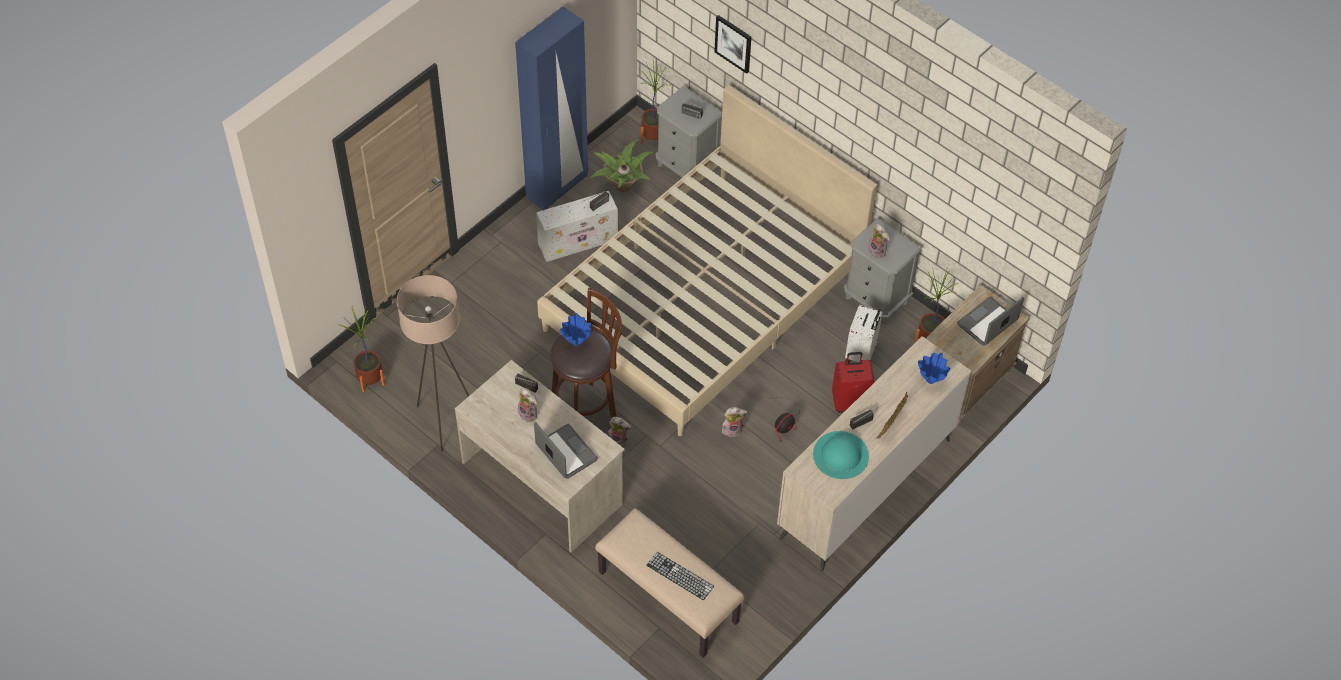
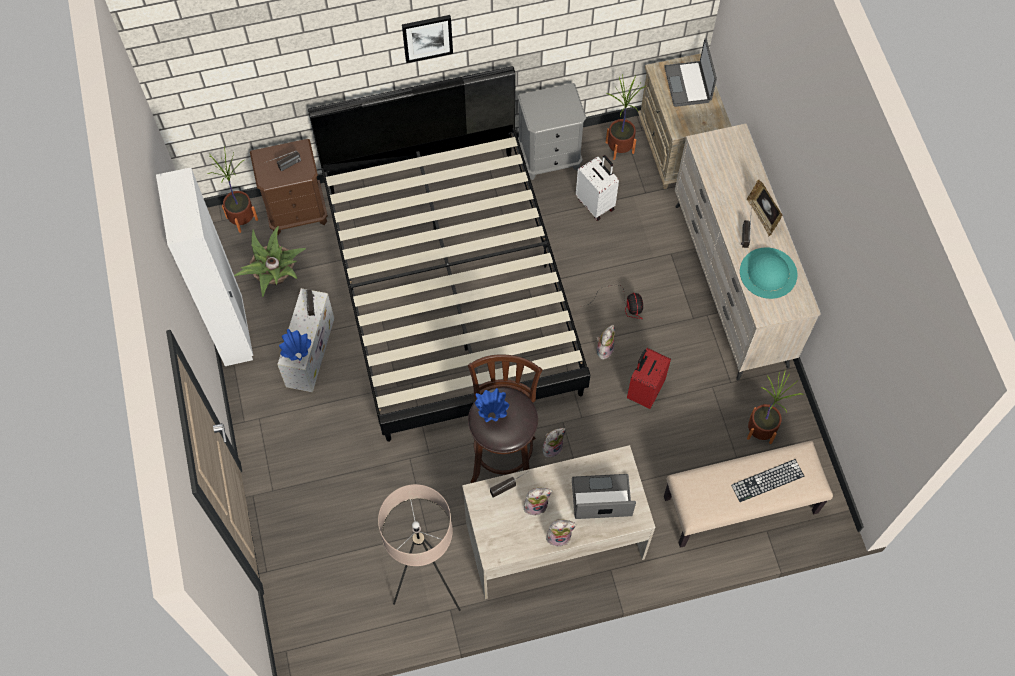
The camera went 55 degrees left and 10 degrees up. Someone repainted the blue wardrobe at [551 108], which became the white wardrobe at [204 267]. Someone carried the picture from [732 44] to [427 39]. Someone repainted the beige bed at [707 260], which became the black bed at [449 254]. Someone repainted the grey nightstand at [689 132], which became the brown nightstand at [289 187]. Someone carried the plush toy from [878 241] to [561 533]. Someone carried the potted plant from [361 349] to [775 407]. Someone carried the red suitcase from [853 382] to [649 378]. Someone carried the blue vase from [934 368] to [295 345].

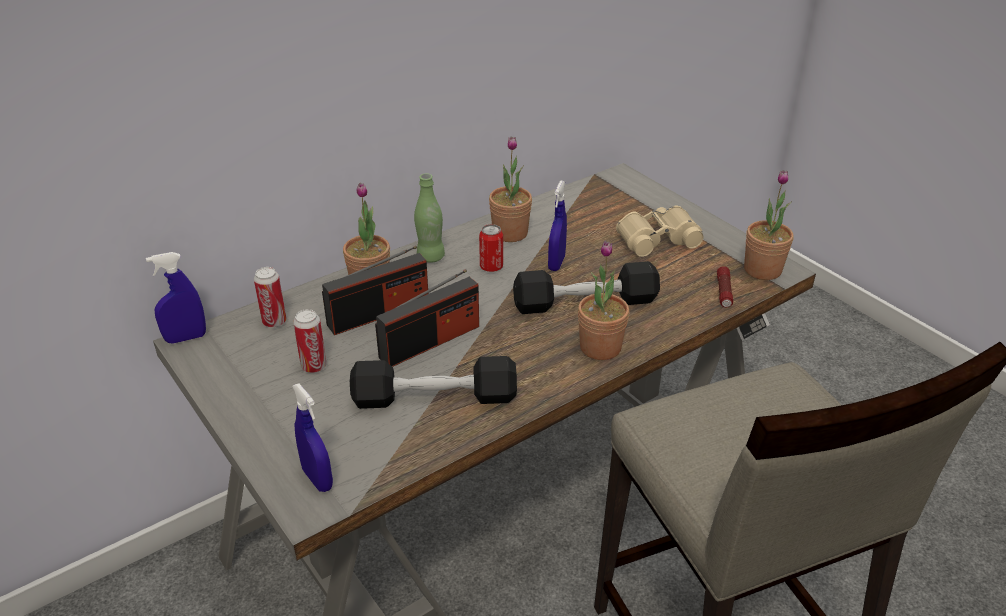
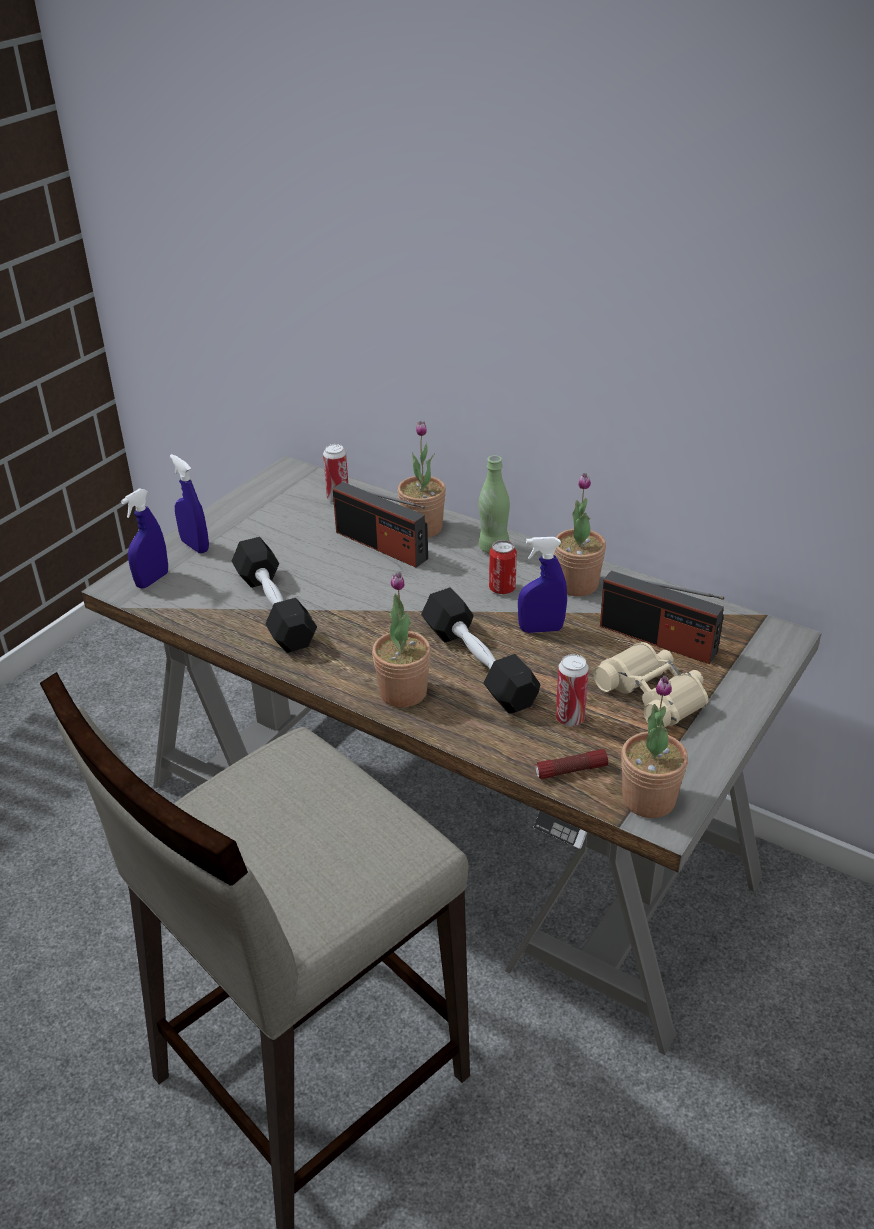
The camera went 70 degrees right and 0 degrees up. Someone carried the blue spray bottle from [176 298] to [189 503]. Someone carried the radio from [427 318] to [662 617]. Someone carried the can from [310 341] to [572 690].

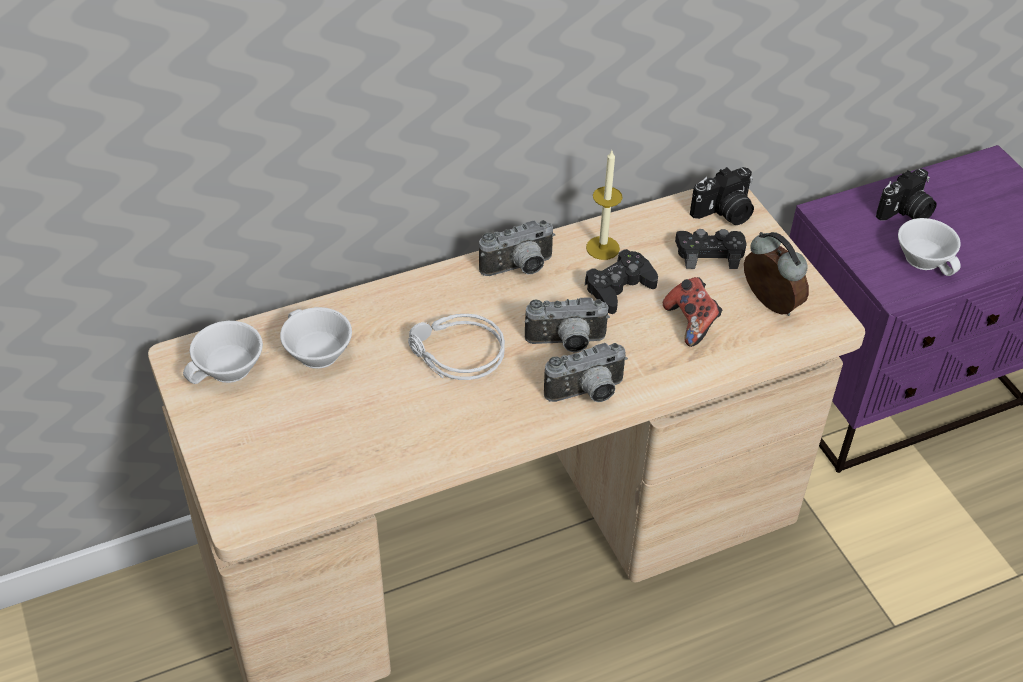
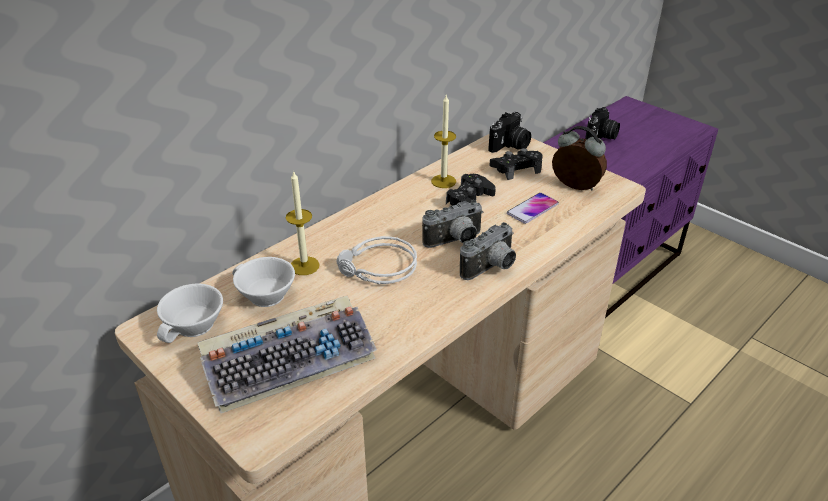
The camera went 20 degrees left and 10 degrees down. Someone took away the white cup at [929 247]. Someone took away the photo camera at [517 248]. Someone swapped the game controller at [692 312] for the phone at [533 208]. Someone put down the candle at [303 222]. Someone put down the keyboard at [287 354].

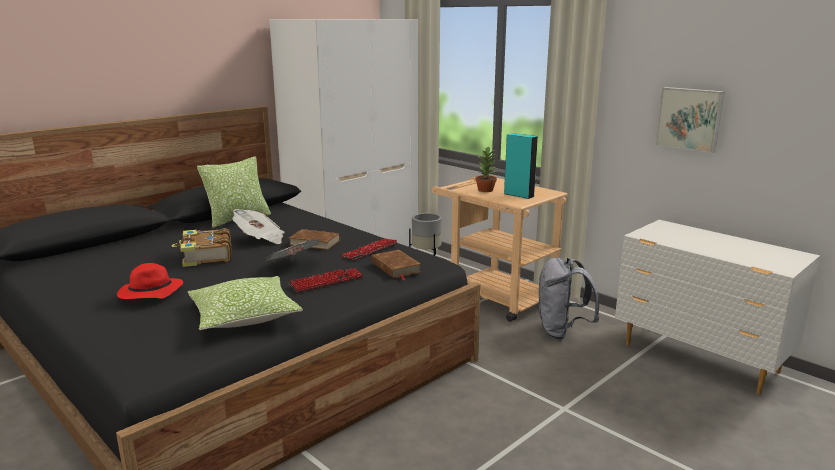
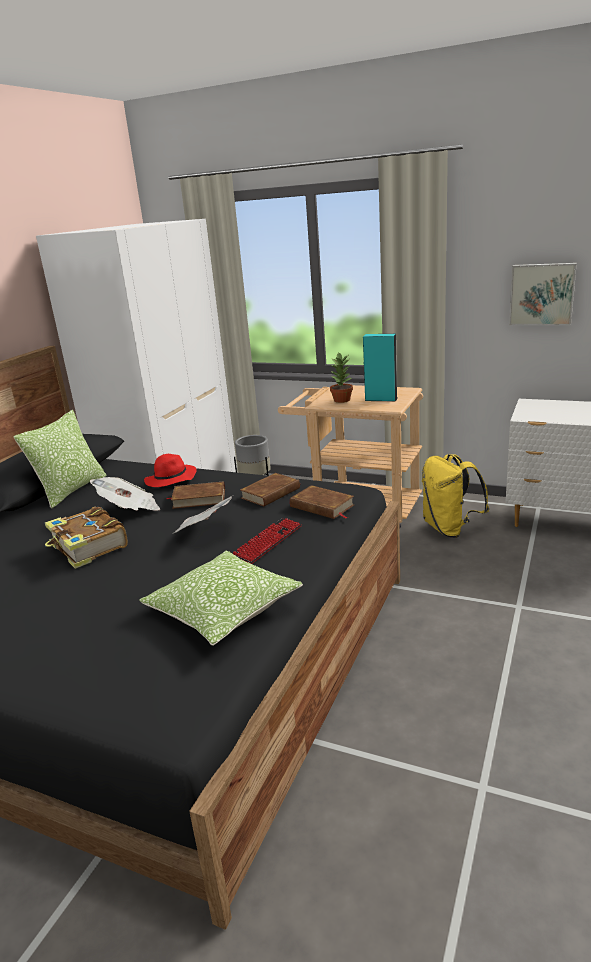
The camera went 20 degrees left and 5 degrees up. Someone swapped the keyboard at [369 249] for the brown book at [270 490]. Someone repainted the grey backpack at [568 298], which became the yellow backpack at [455 496]. Someone carried the red hat from [150 281] to [170 470].

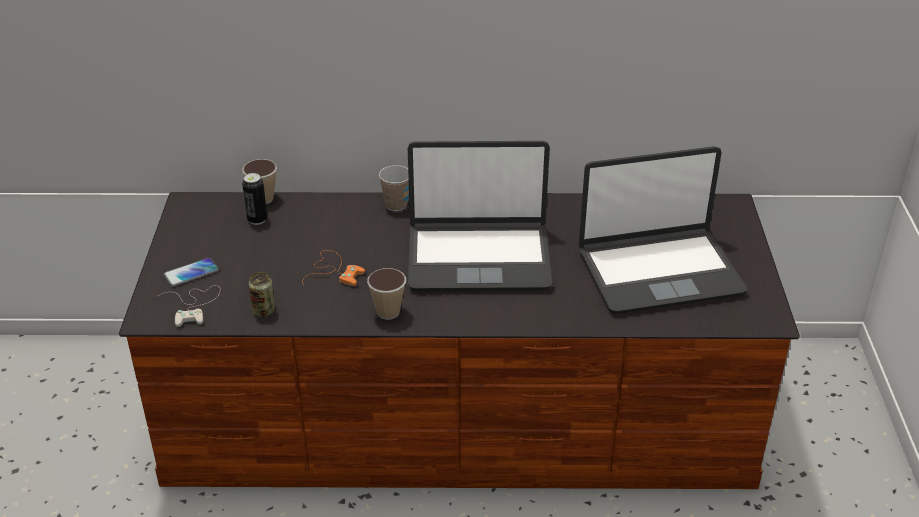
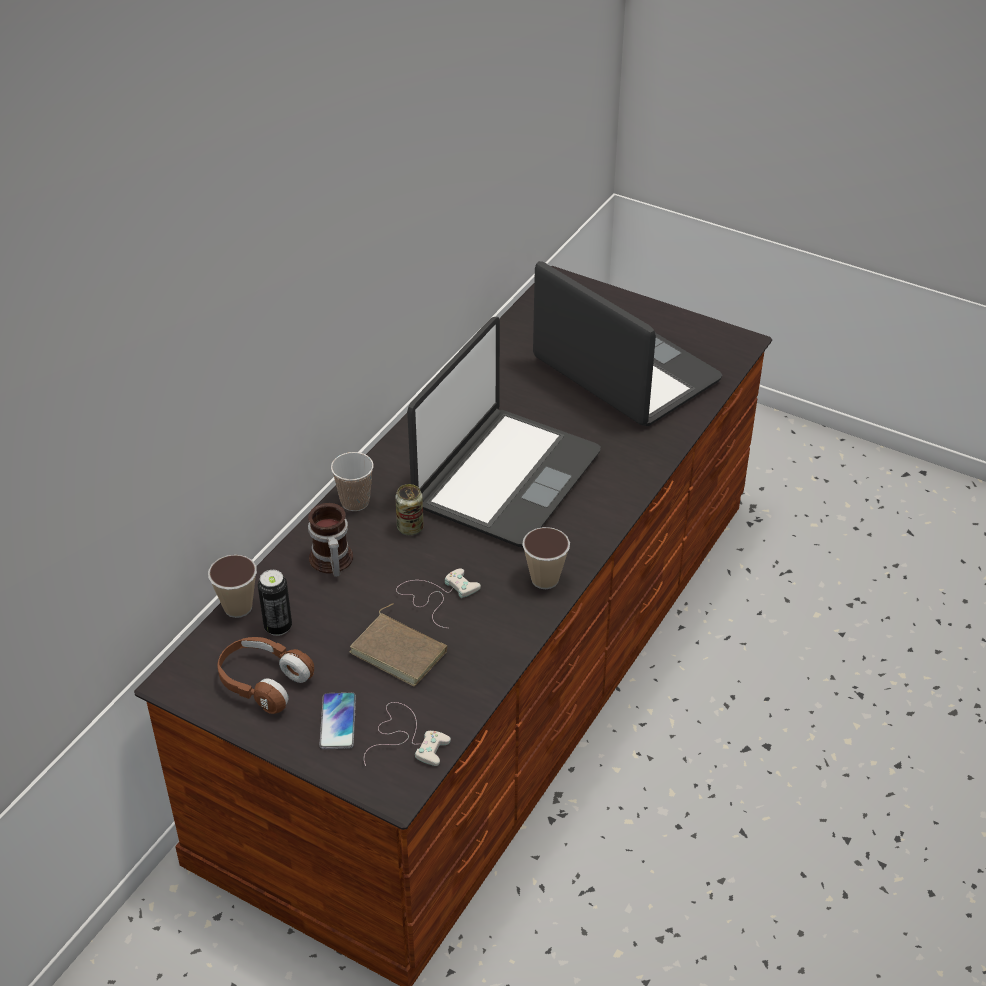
The camera went 60 degrees left and 5 degrees up. Someone rotated the laptop at [663 230] by 60 degrees counterclockwise. Someone repainted the orange game controller at [333 268], which became the white game controller at [438 598]. Someone carried the can from [262 294] to [409 509]. Someone put down the mug at [330 540]. Someone put down the brown book at [398 645]. Someone put down the brown headphones at [265 675].

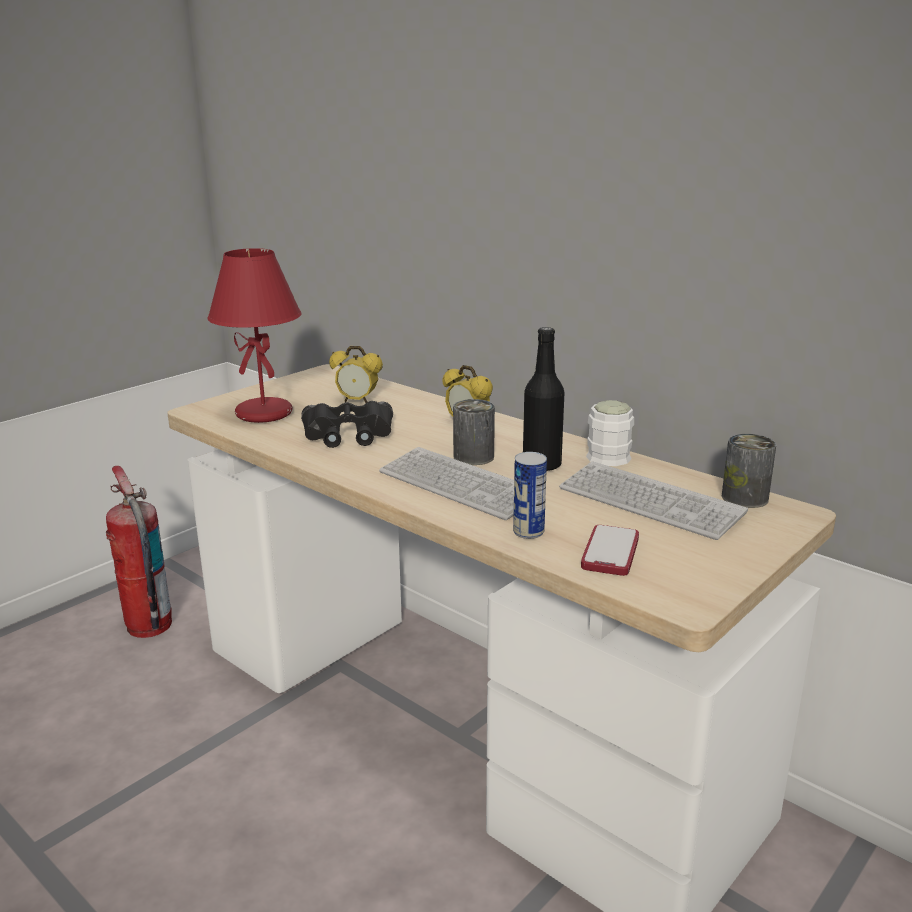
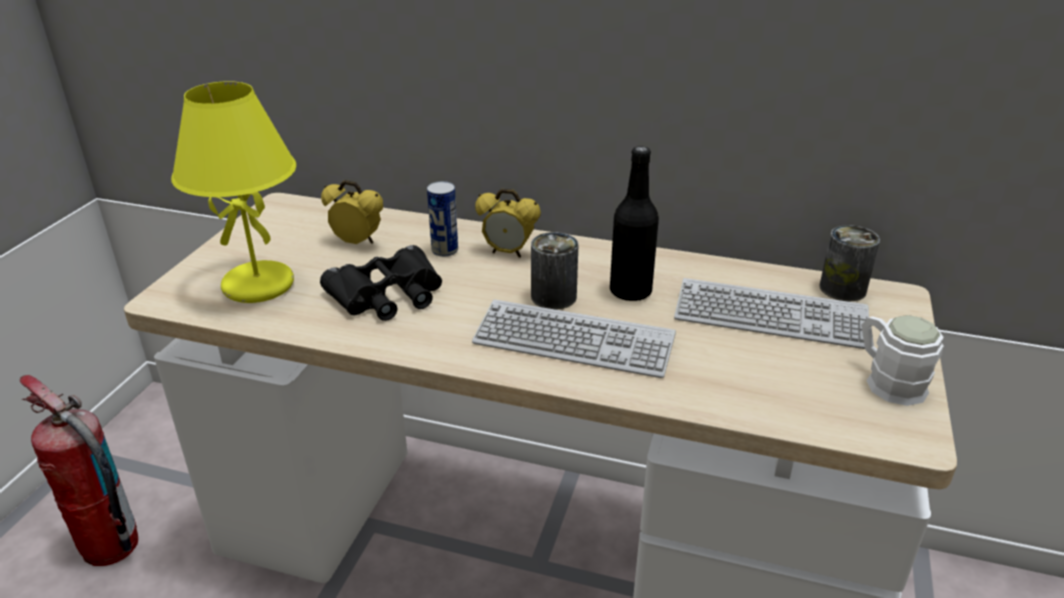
The camera went 25 degrees left and 10 degrees up. Someone repainted the red table lamp at [254 335], which became the yellow table lamp at [233 192]. Someone rotated the alarm clock at [356 374] by 150 degrees counterclockwise. Someone carried the white mug from [610 433] to [902 360]. Someone carried the can from [530 495] to [442 219]. Someone took away the phone at [610 550].

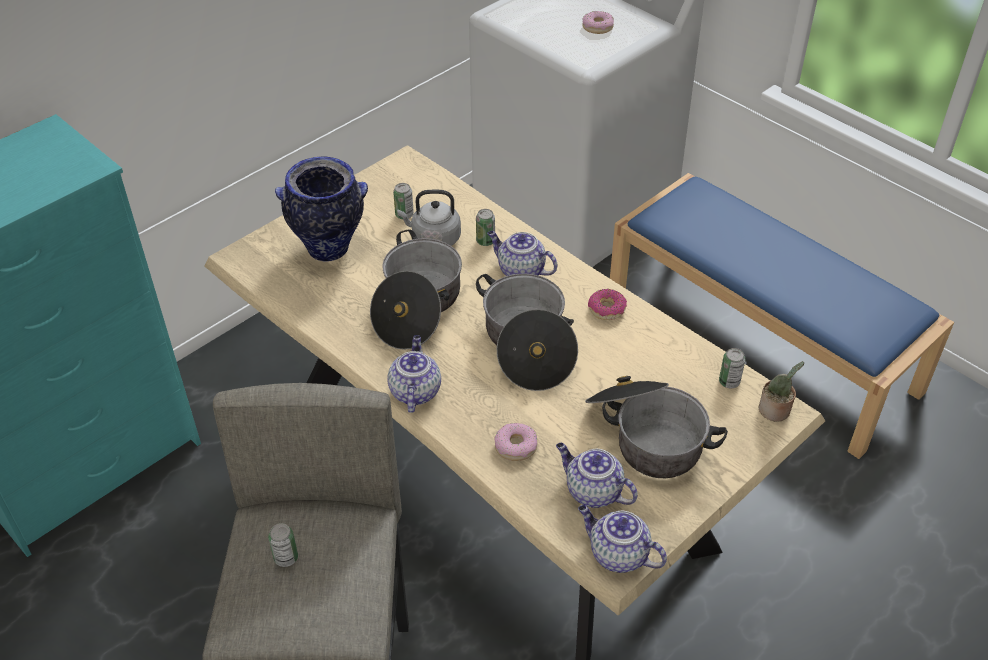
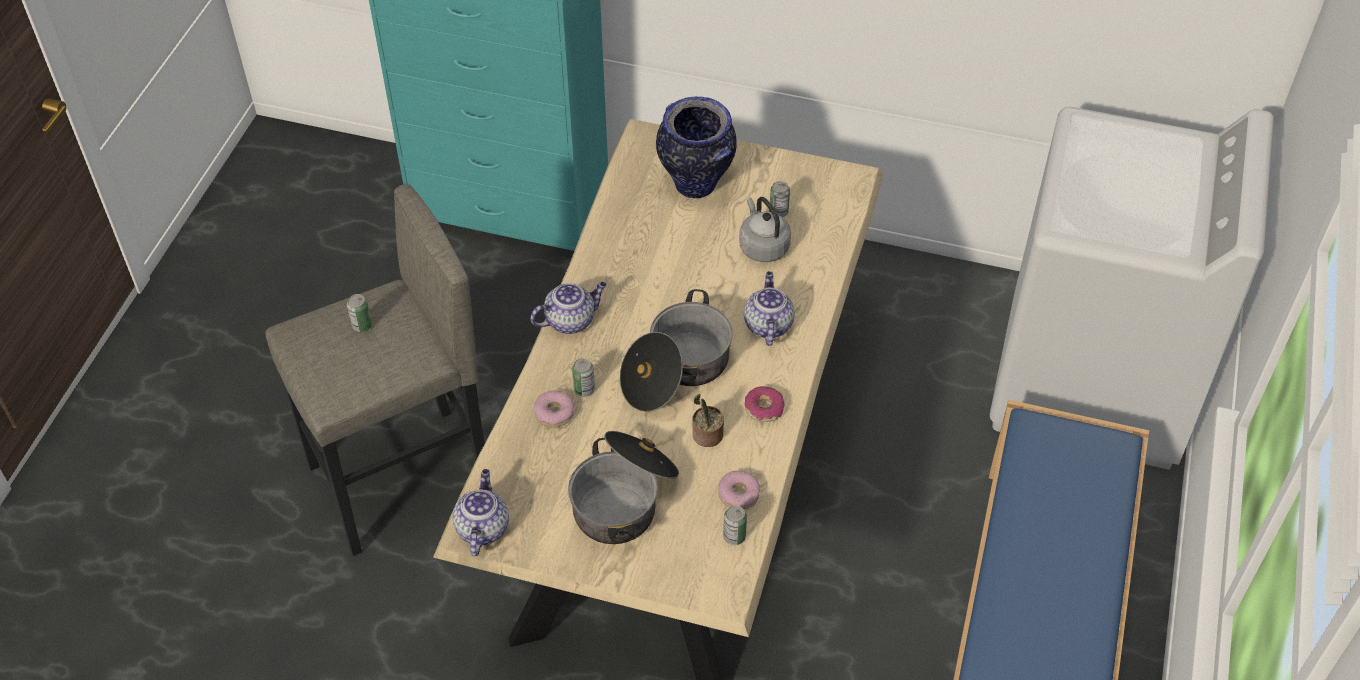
The camera went 60 degrees right and 5 degrees up. Someone carried the donut from [598 22] to [739 489]. Someone carried the can from [485 227] to [583 377]. Someone took away the cooking pot at [416 289]. Someone carried the potted plant from [781 391] to [708 420]. Someone took away the teapot at [597 475].

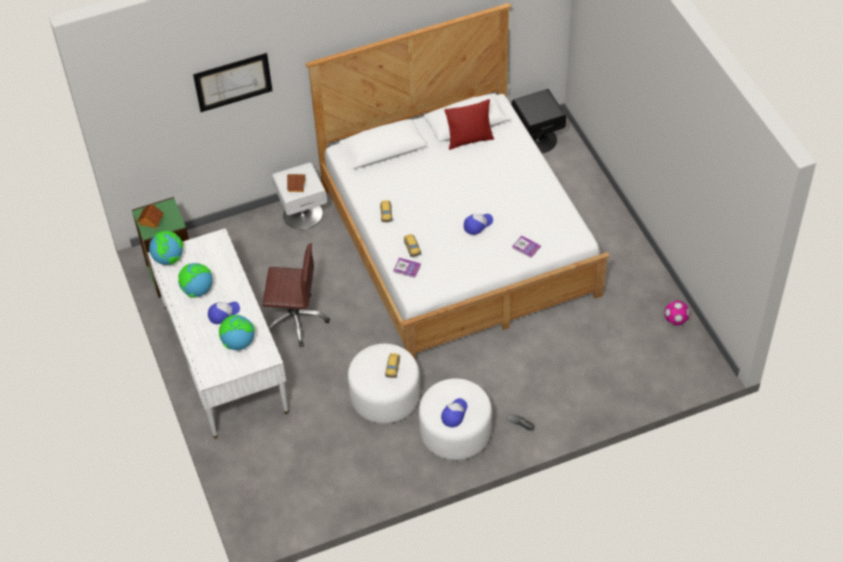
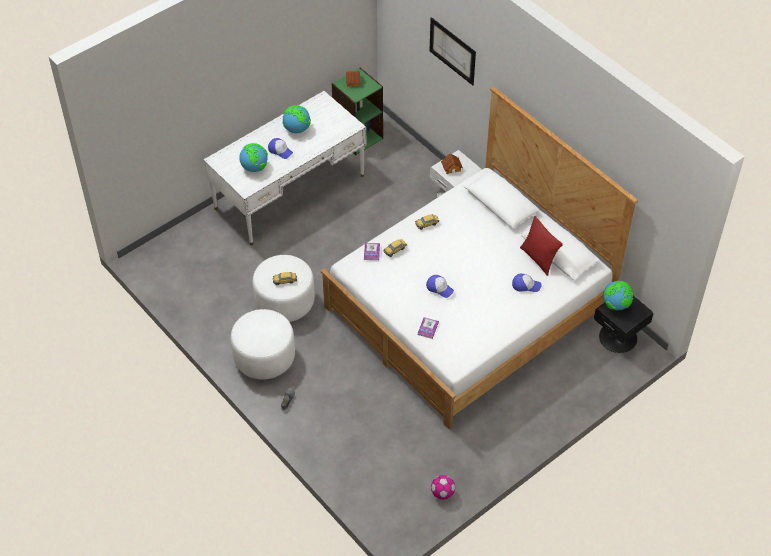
The camera went 70 degrees right and 0 degrees up. Someone carried the globe from [166 248] to [618 295]. Someone took away the brown office chair at [296 295]. Someone carried the cap from [454 412] to [527 283].

